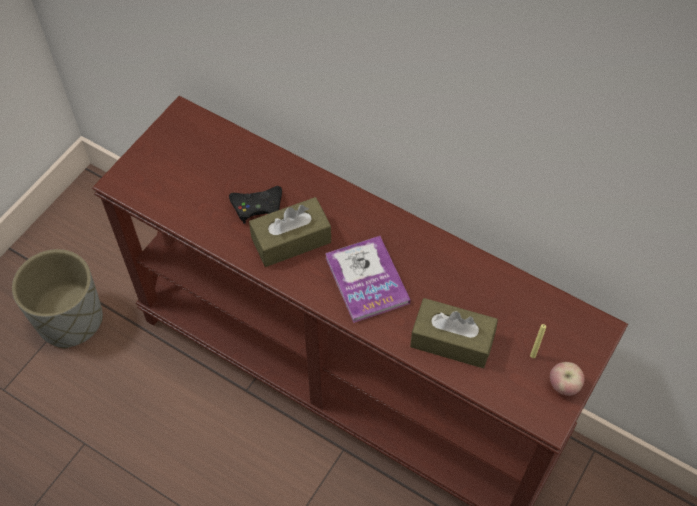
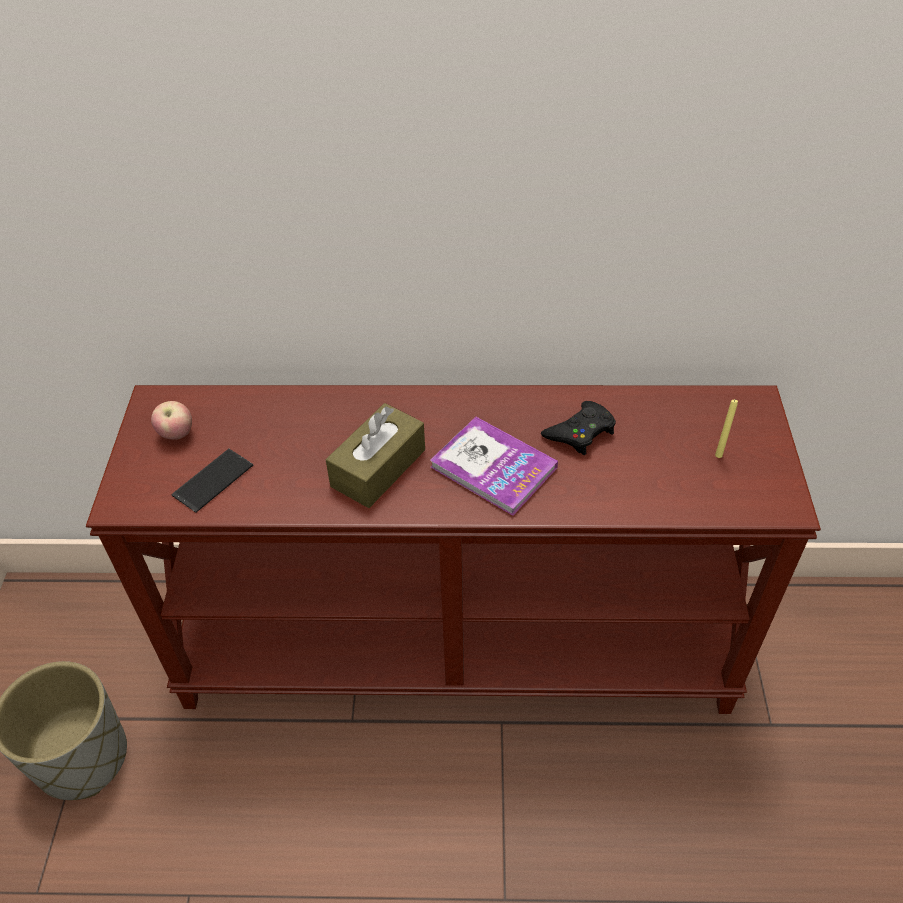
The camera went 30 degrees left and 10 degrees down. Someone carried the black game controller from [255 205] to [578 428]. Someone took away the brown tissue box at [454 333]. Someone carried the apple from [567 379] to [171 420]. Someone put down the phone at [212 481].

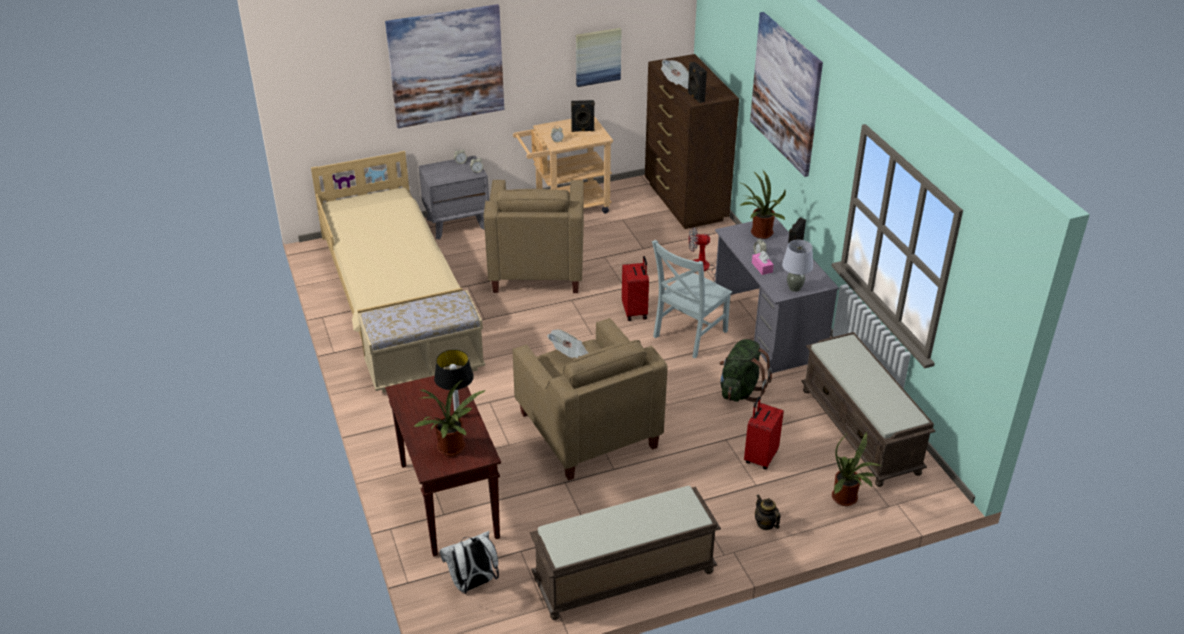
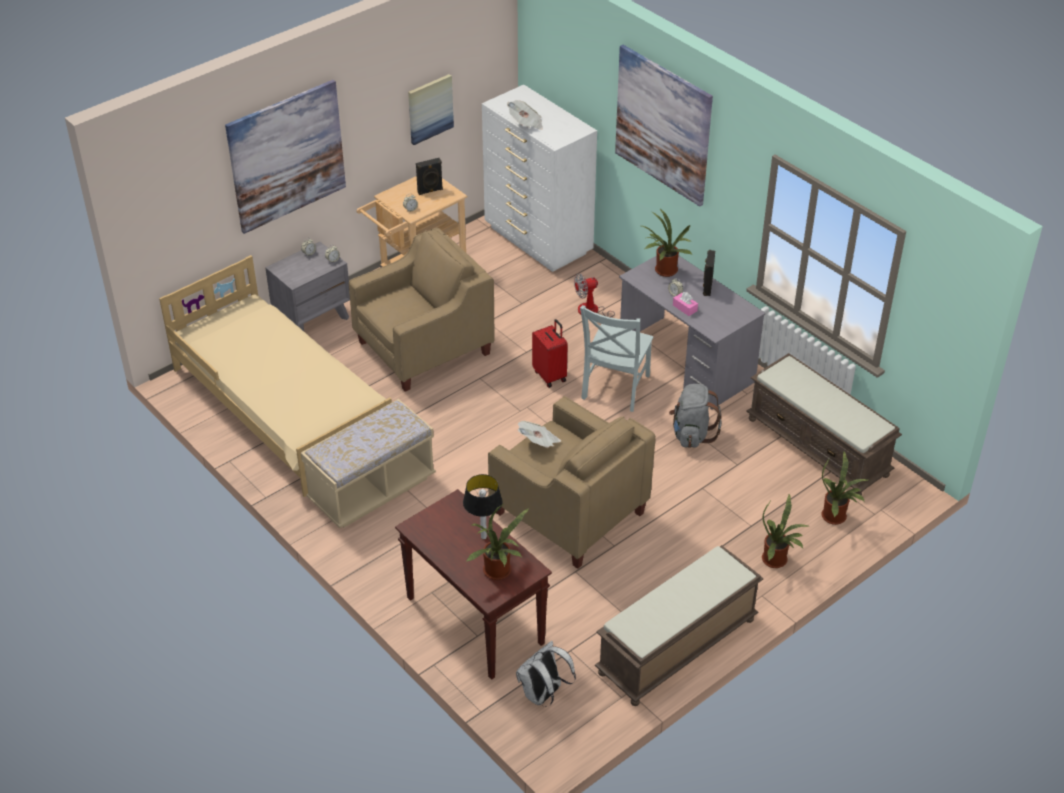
The camera went 20 degrees left and 5 degrees up. Someone repainted the brown dresser at [692 141], which became the white dresser at [539 178]. Someone took away the black speaker at [697 82]. Someone rotated the beige armchair at [534 236] by 105 degrees counterclockwise. Someone took away the grey table lamp at [797 266]. Someone repainted the green backpack at [745 370], which became the grey backpack at [695 416]. Someone took away the red suitcase at [764 433]. Someone swapped the teapot at [768 512] for the potted plant at [785 530].

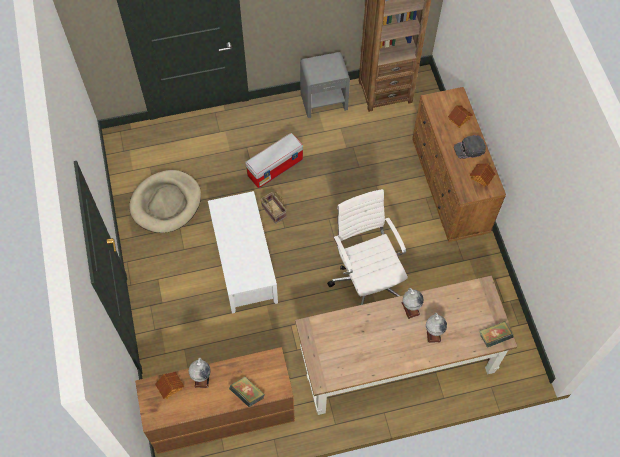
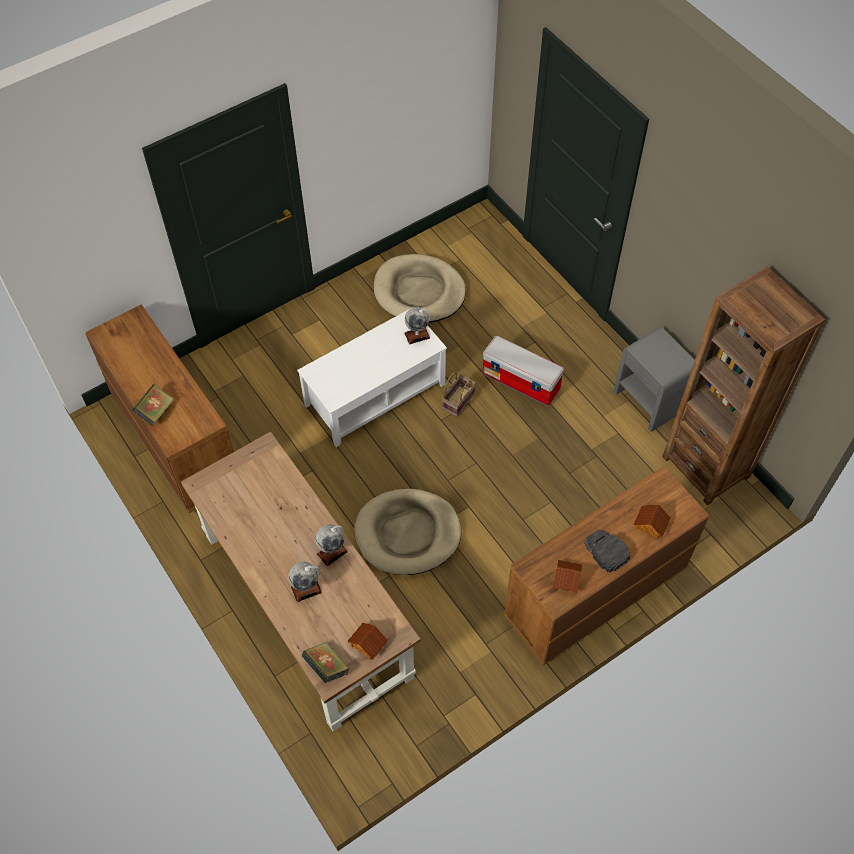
The camera went 70 degrees right and 5 degrees down. Someone swapped the white office chair at [367 247] for the beige dog bed at [407 532]. Someone carried the globe from [200 373] to [417 325]. Someone carried the toy house from [169 385] to [368 641].

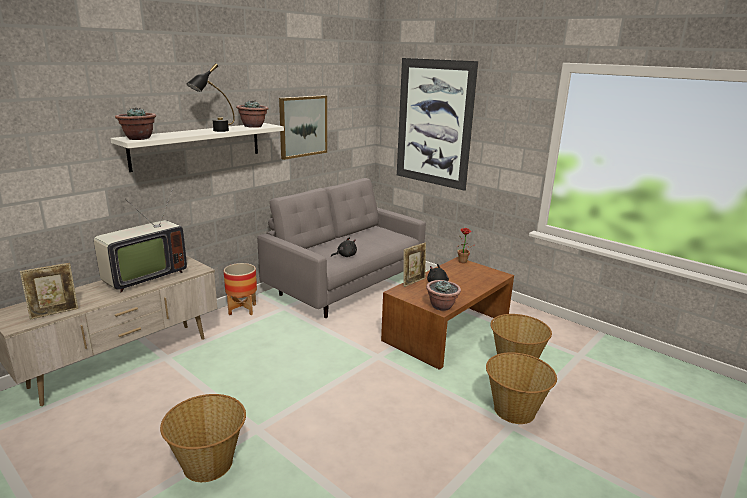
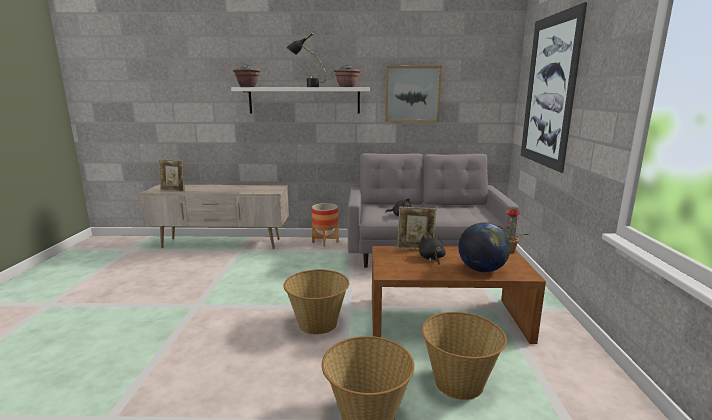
The camera went 50 degrees right and 5 degrees down. Someone took away the television at [140 240]. Someone took away the potted plant at [443 295]. Someone carried the basket from [203 438] to [316 301]. Someone put down the globe at [484 247].

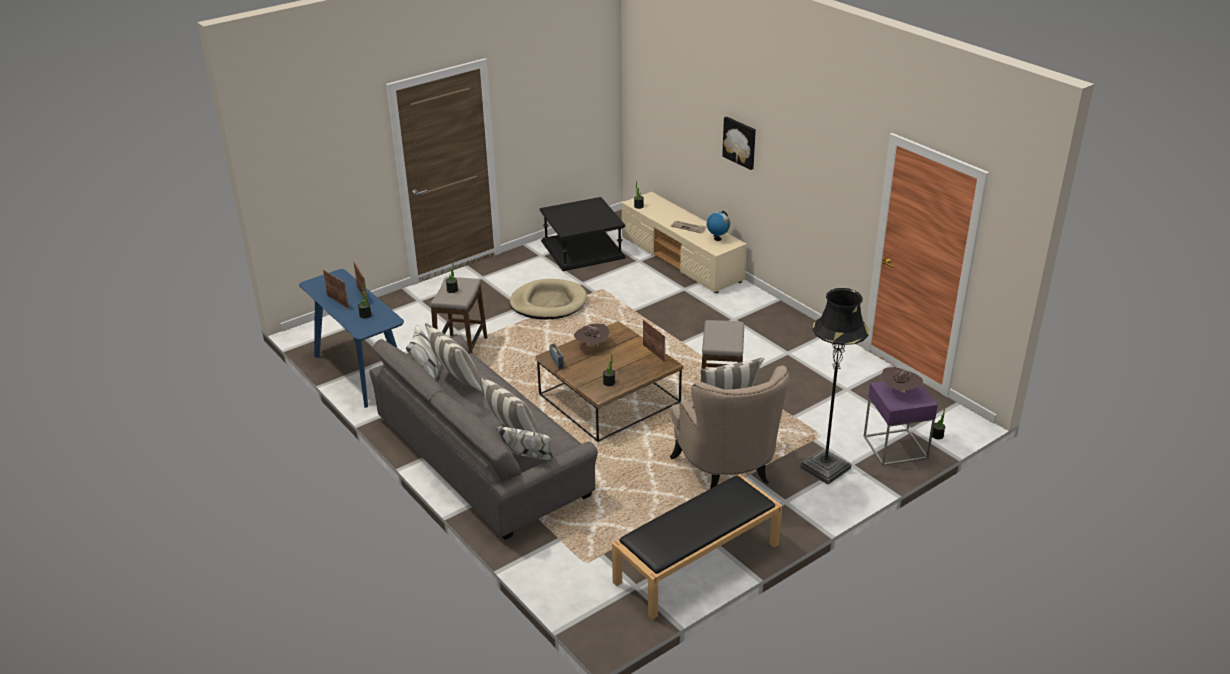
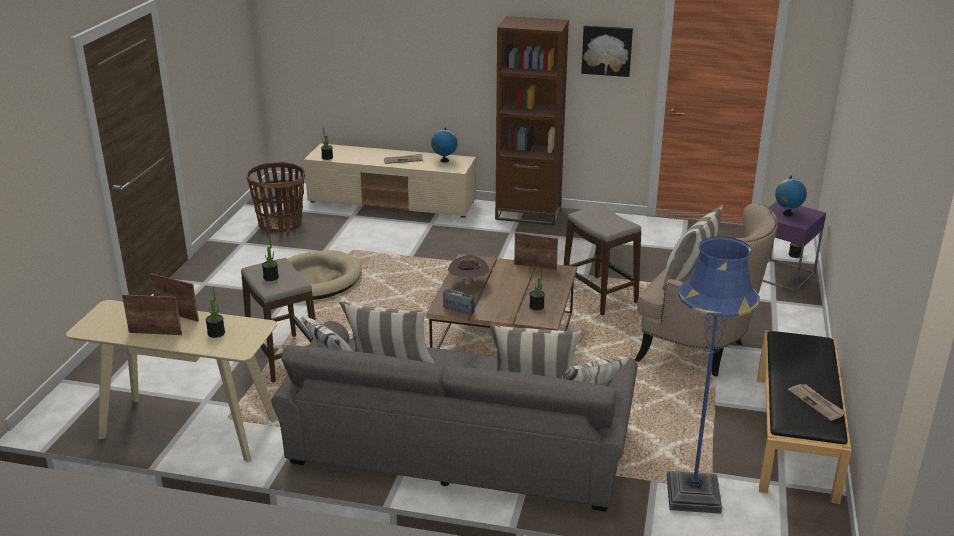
The camera went 40 degrees left and 5 degrees down. Someone carried the picture from [739 143] to [607 51]. Someone swapped the black side table at [582 234] for the basket at [275 197]. Someone repainted the blue console table at [351 338], which became the beige console table at [172 381]. Someone took away the black floor lamp at [834 386]. Someone swapped the brown hat at [902 380] for the globe at [791 196]. Someone put down the brown bookcase at [532 121]. Someone put down the blue floor lamp at [713 375]. Someone put down the newspaper at [817 402].

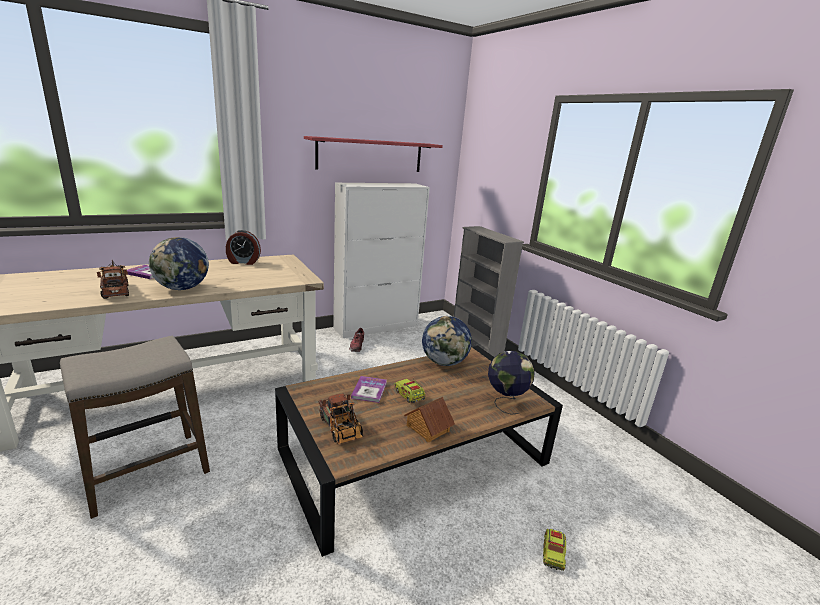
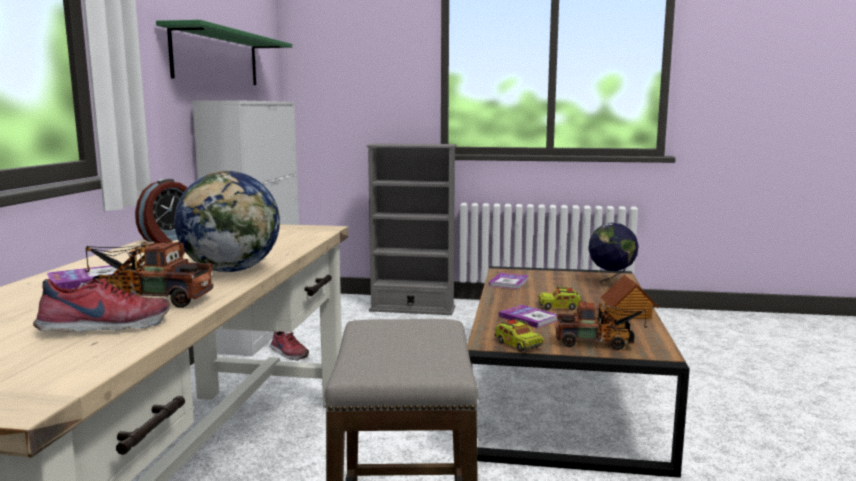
The camera went 50 degrees left and 10 degrees down. Someone repainted the red shelf at [373 154], which became the green shelf at [224 52]. Someone swapped the globe at [447 341] for the book at [509 281]. Someone carried the toy truck from [554 550] to [519 335]. Someone put down the shoe at [101 304].

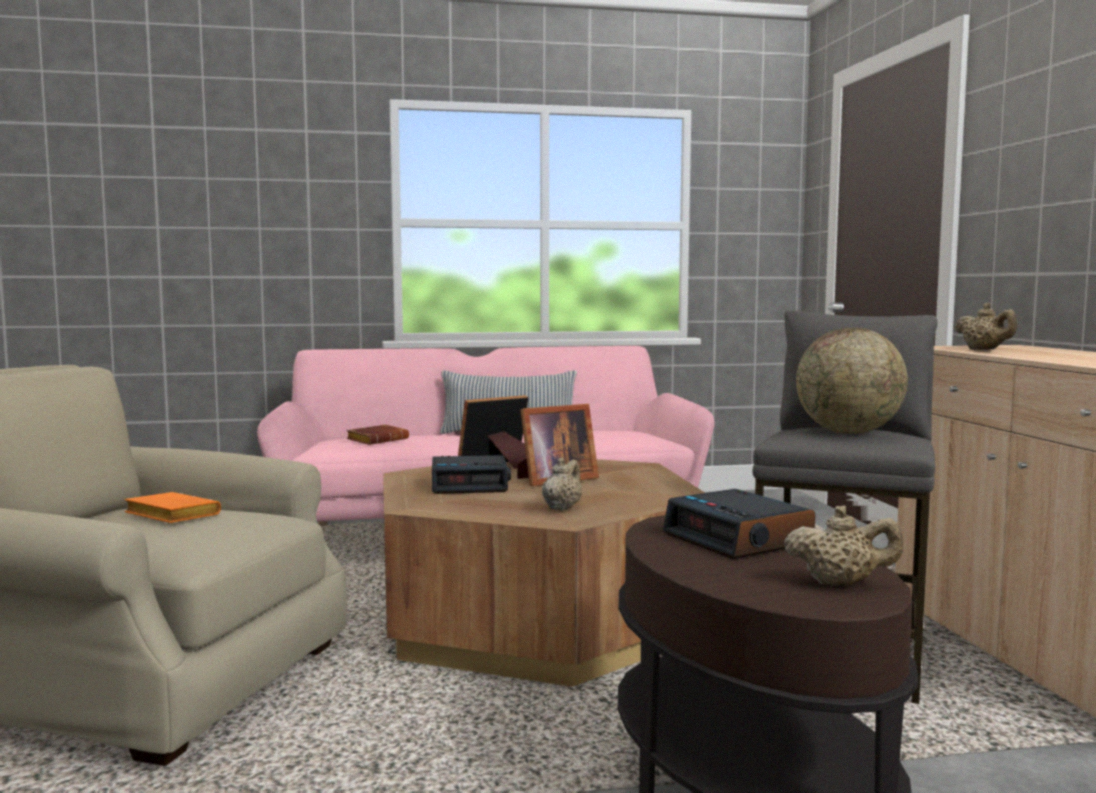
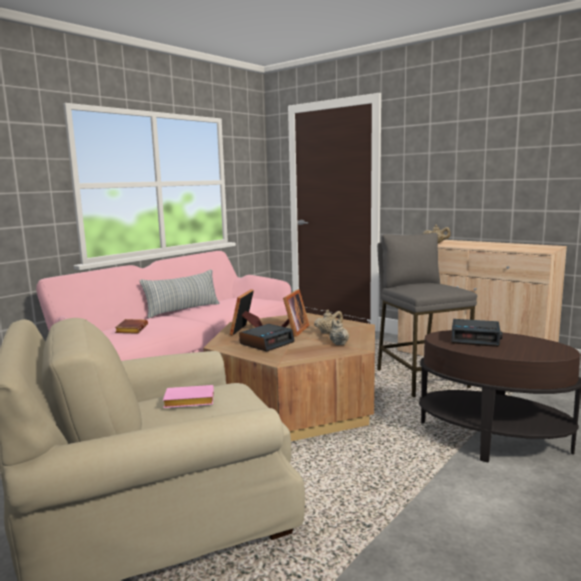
The camera went 40 degrees left and 5 degrees up. Someone took away the globe at [852 381]. Someone repainted the orange book at [173 507], which became the pink book at [188 396]. Someone carried the beige teapot from [843 545] to [328 322].

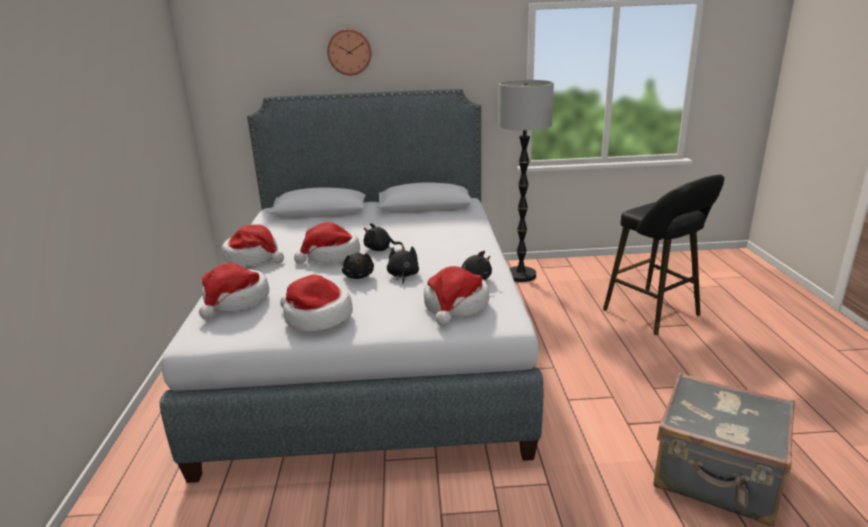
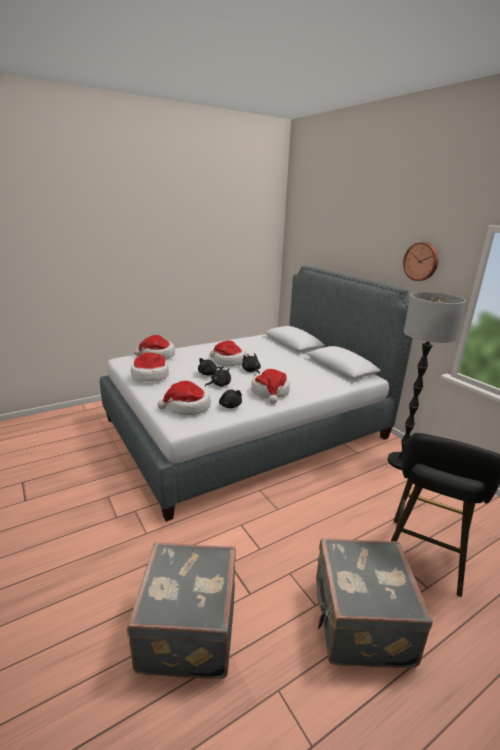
The camera went 60 degrees right and 0 degrees up. Someone carried the wall clock from [349 52] to [420 261]. Someone carried the hat from [253 245] to [270 386]. Someone put down the grey suitcase at [374 603].

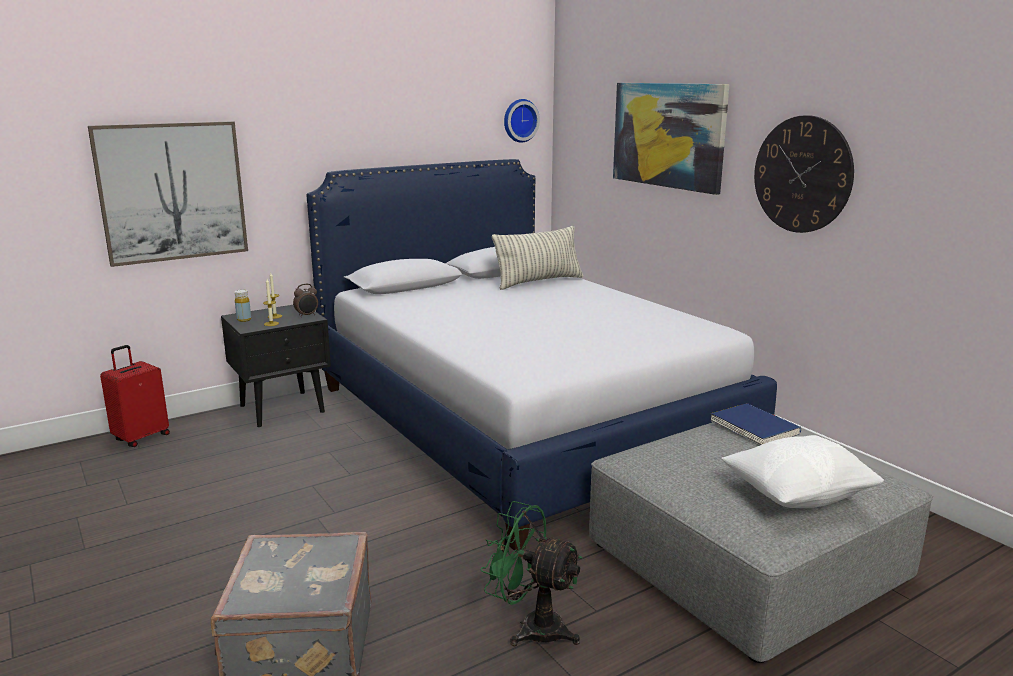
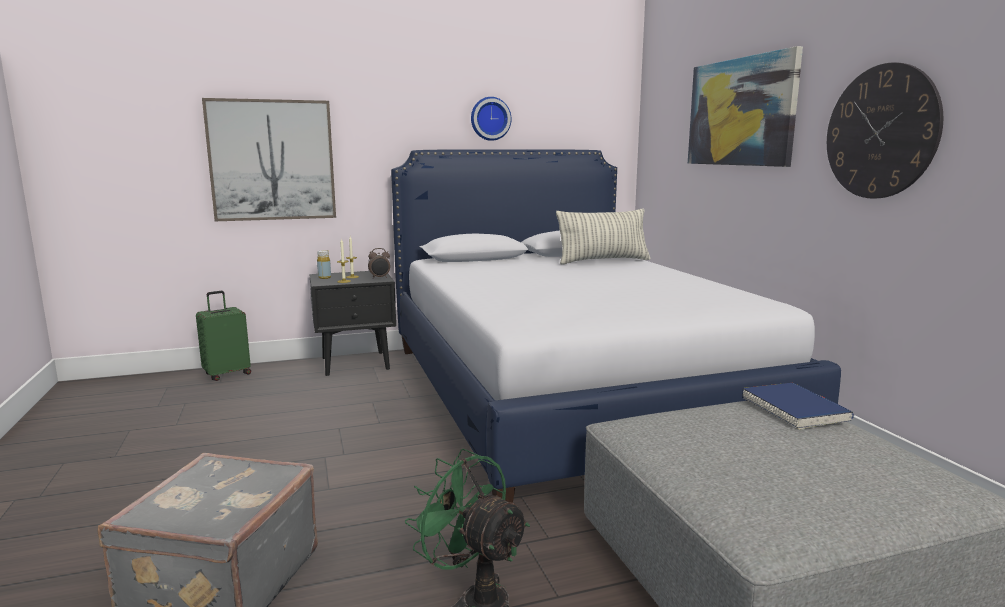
The camera went 15 degrees right and 5 degrees down. Someone carried the wall clock from [522 121] to [491 119]. Someone repainted the red suitcase at [135 396], which became the green suitcase at [223 336]. Someone took away the white pillow at [803 471].

